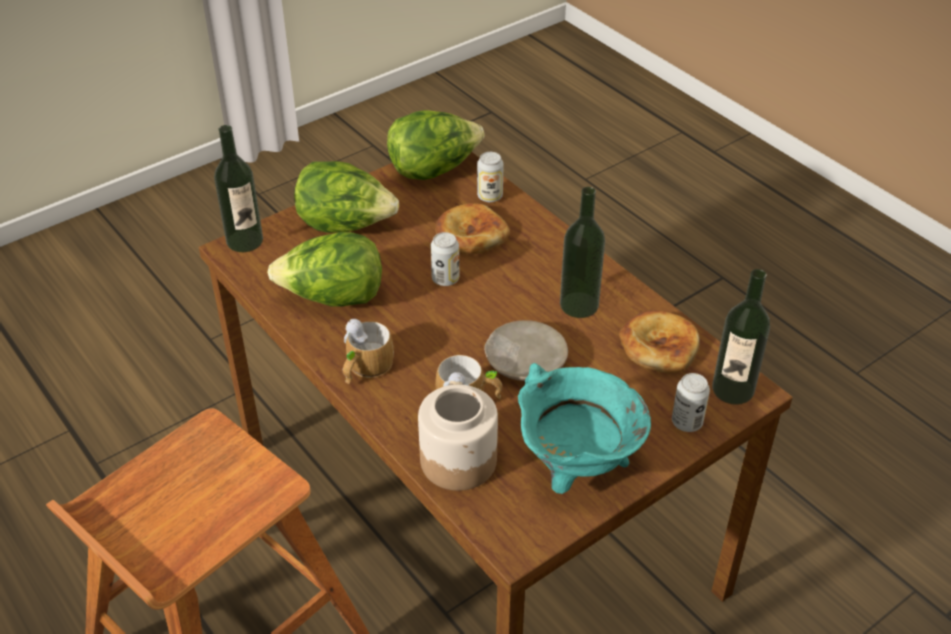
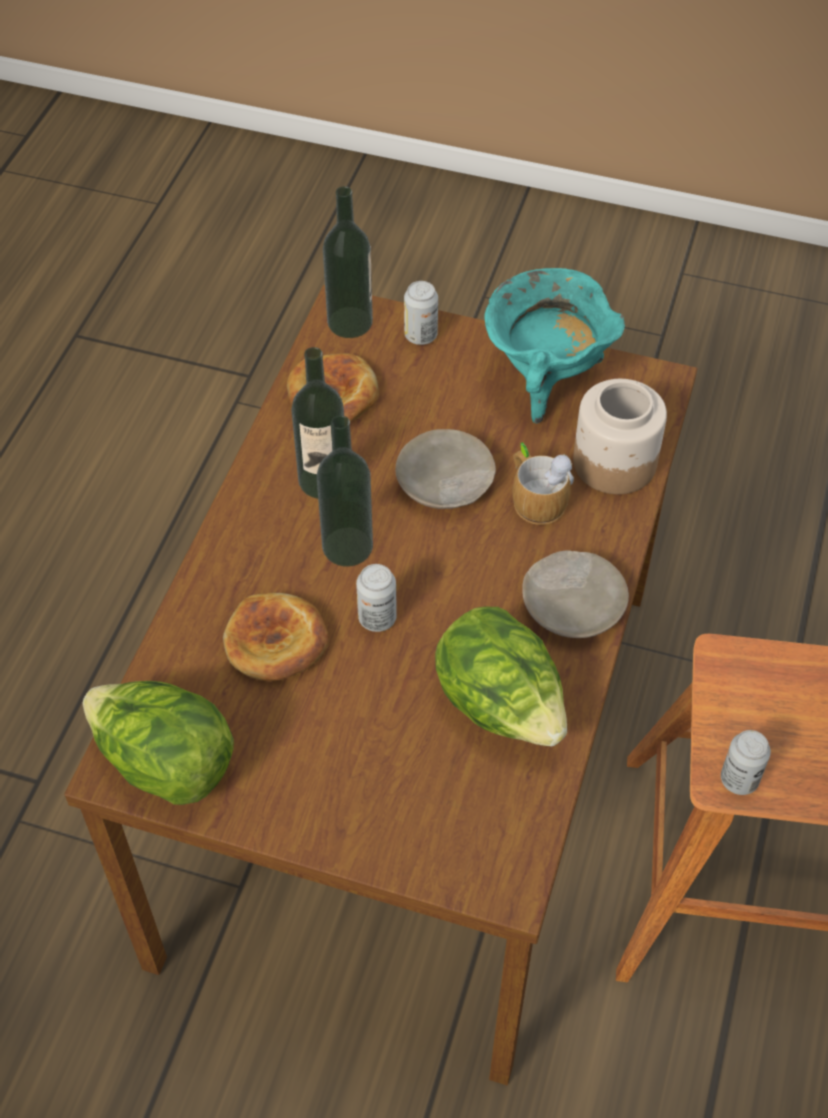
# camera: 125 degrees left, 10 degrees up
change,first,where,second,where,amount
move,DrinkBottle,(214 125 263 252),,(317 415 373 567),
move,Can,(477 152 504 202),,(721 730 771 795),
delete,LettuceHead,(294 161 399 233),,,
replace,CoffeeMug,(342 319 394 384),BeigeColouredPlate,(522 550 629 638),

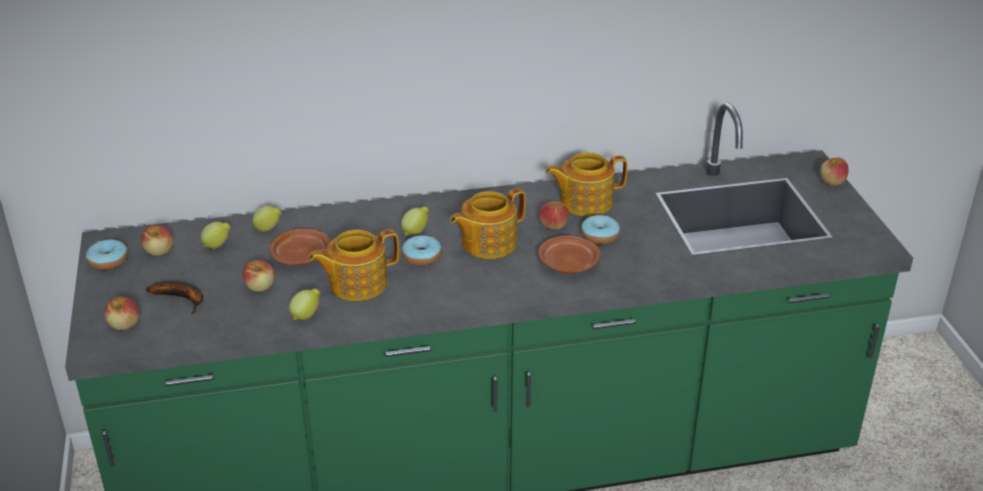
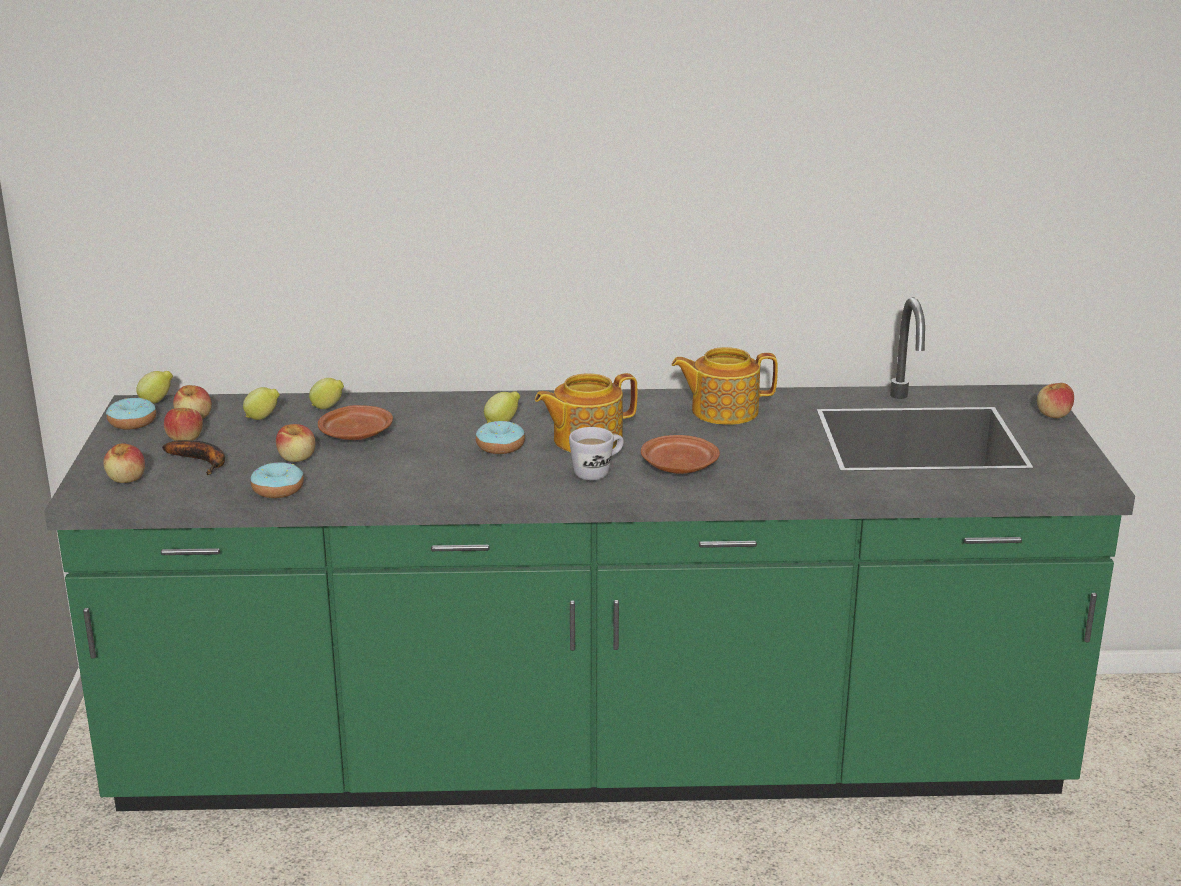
# camera: 10 degrees right, 10 degrees down
change,first,where,second,where,amount
move,AppleFruit,(539 202 569 230),,(164 408 203 441),
move,RingDoughnut,(581 215 620 244),,(251 462 304 498),
delete,Teapot,(309 229 399 301),,,
move,CitrusFruit,(289 289 321 320),,(136 371 173 404),
insert,,,WhitishCoffeeMug,(569 427 624 480),

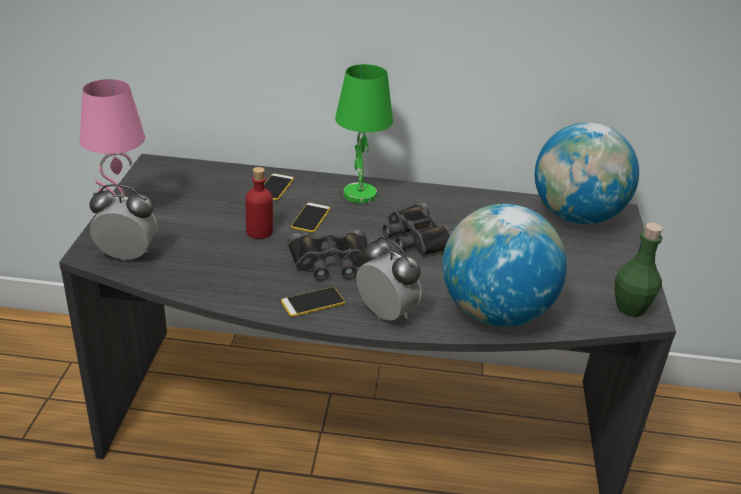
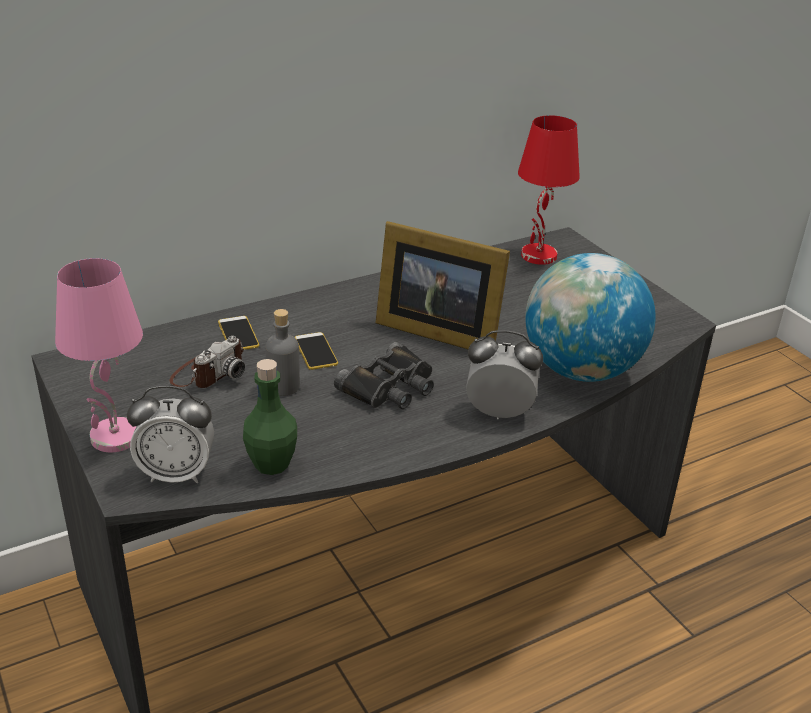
# camera: 35 degrees left, 0 degrees up
change,first,where,second,where,amount
delete,GreenTableLamp,(335 64 393 203),,,
replace,WorldGlobe,(535 122 639 225),RedColouredTableLamp,(518 115 580 265),
recolor,RedColouredDrinkBottle,(245 167 273 239),GreyishDrinkBottle,(265 309 300 396),
rotate,BedsideClock,(89 184 157 261),,(127 385 214 483),150 degrees counterclockwise
replace,BlackColouredPairOfBinoculars,(382 202 453 255),PictureFrame,(376 221 510 349),
move,GreenDrinkBottle,(615 223 663 317),,(243 359 297 475),
delete,Telephone,(281 287 345 317),,,
insert,,,PhotoCamera,(169 336 245 388),

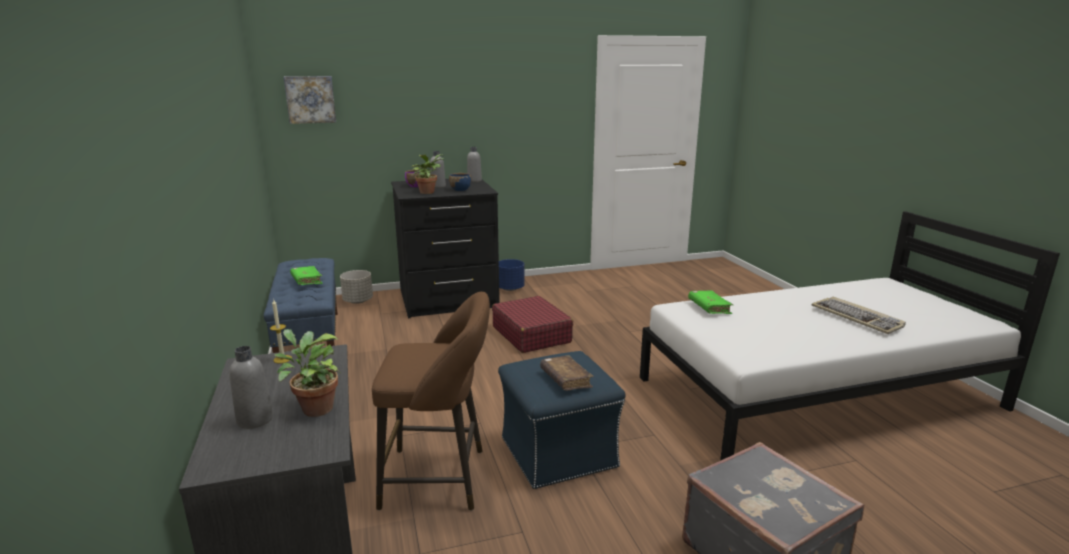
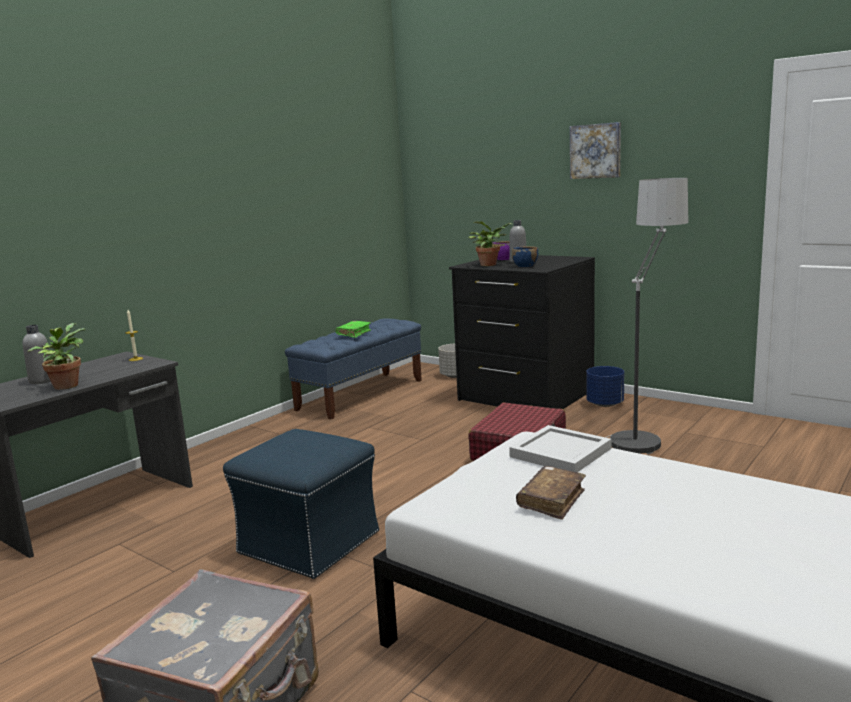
# camera: 55 degrees right, 5 degrees down
change,first,where,second,where,amount
move,WallPicture,(284 76 336 124),,(570 122 621 179),
delete,GreyishDrinkBottle,(467 147 482 182),,,
replace,GreenBook,(688 290 733 314),WhitishTray,(509 425 612 472),
delete,BrownishStoolSeat,(372 292 490 511),,,
delete,Keyboard,(812 297 906 334),,,
move,BrownishBook,(540 355 594 391),,(516 466 586 520),
insert,,,FloorLamp,(605 178 688 454),

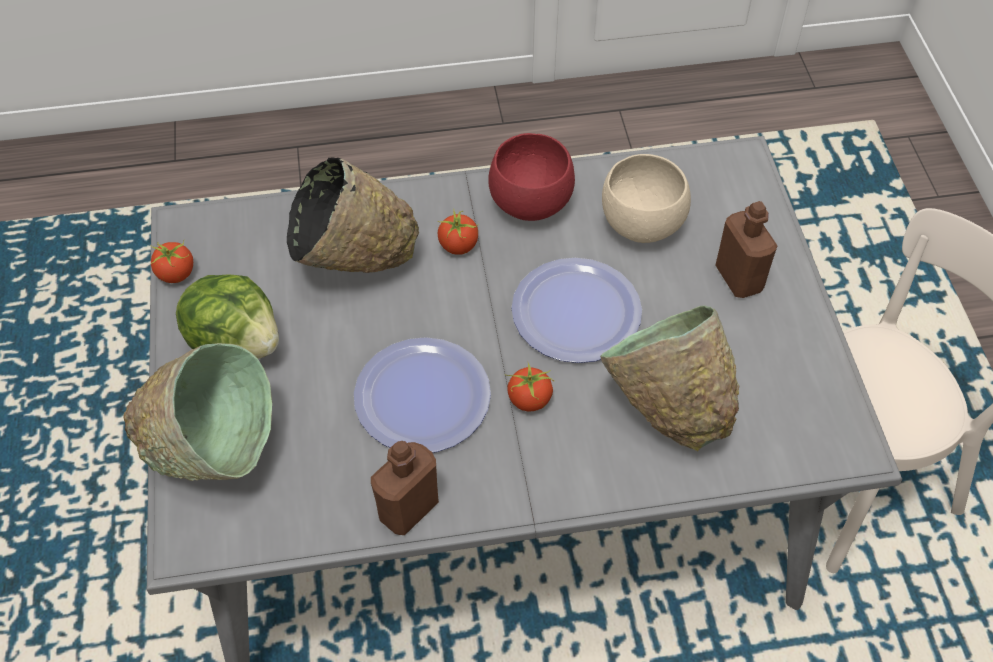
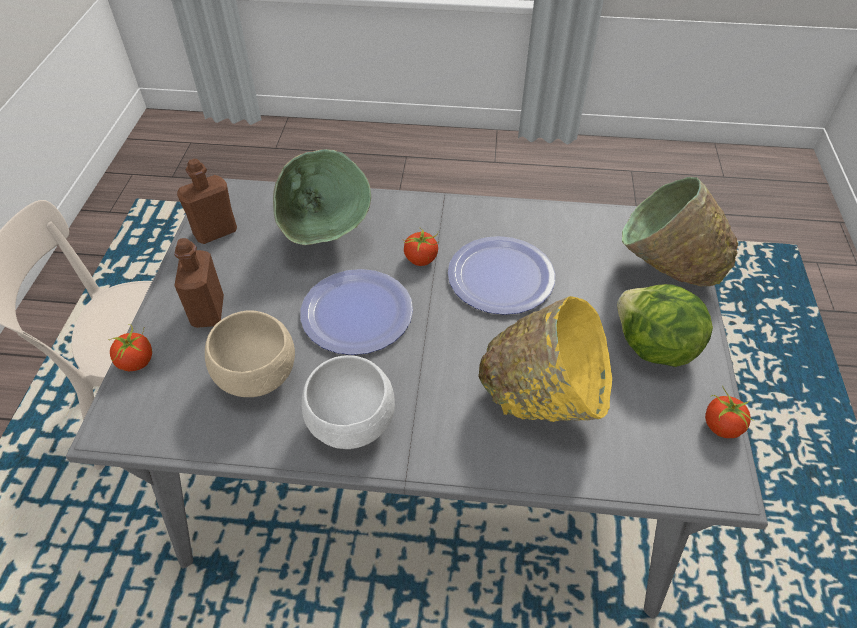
# camera: 165 degrees left, 5 degrees down
change,first,where,second,where,amount
recolor,RedColouredServingBowl,(488 133 575 221),WhitishServingBowl,(301 355 395 449),
recolor,BlackColouredServingBowl,(287 157 419 273),YellowServingBowl,(478 296 612 422),
move,FreshTomato,(438 208 479 255),,(110 324 152 371),
move,BrownishDrinkBottle,(371 441 439 535),,(177 159 237 244),

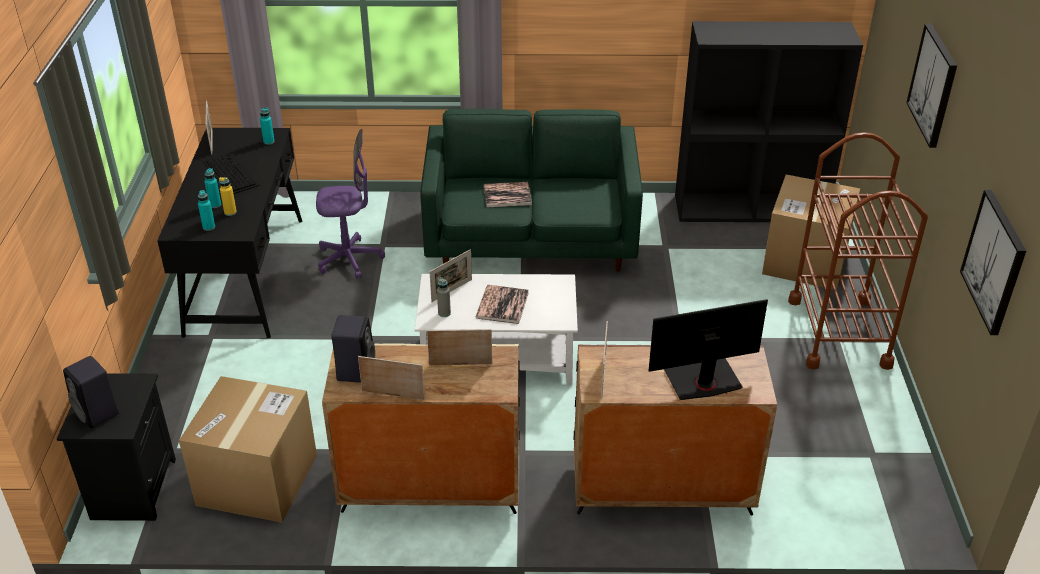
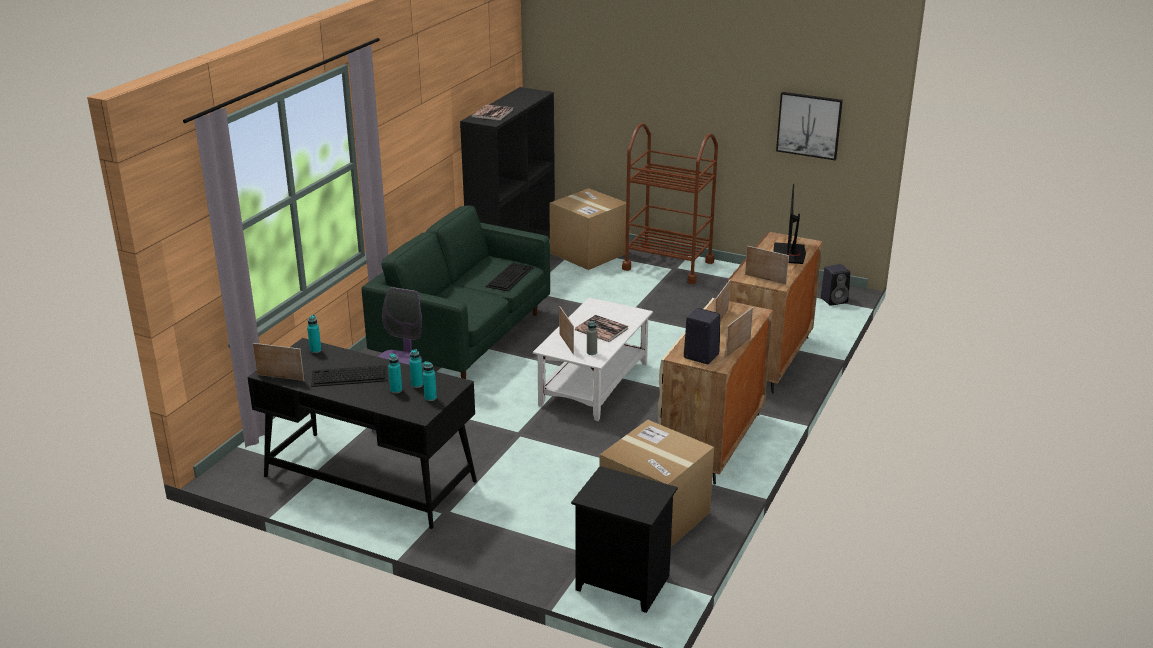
# camera: 65 degrees left, 10 degrees down
change,first,where,second,where,amount
delete,WallPicture,(906 24 957 148),,,
recolor,YellowDrinkBottle,(219 177 237 216),TurquoiseDrinkBottle,(409 349 423 388),
move,Book,(484 182 532 207),,(471 104 513 121),
move,BlackColouredSpeaker,(63 356 119 429),,(821 264 850 306),
insert,,,Keyboard,(485 263 534 291),

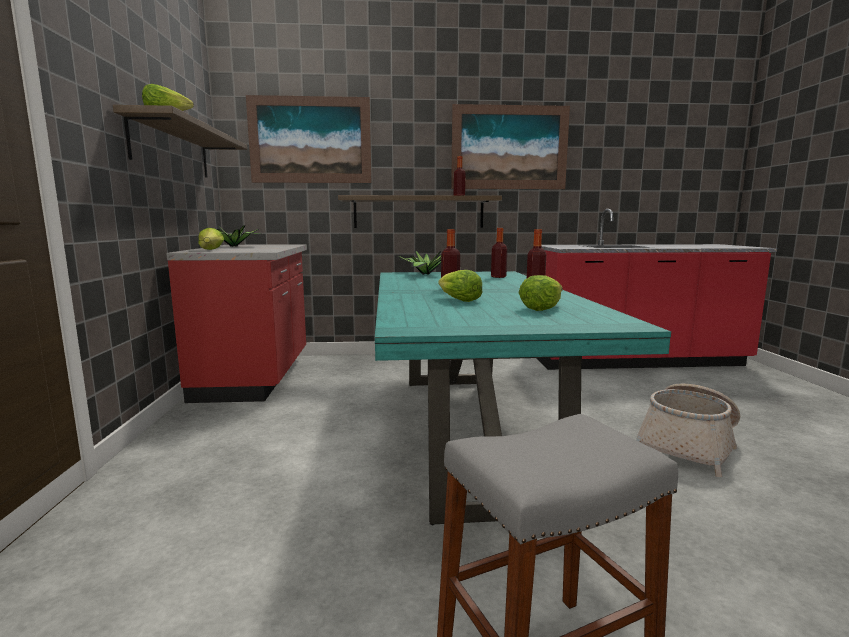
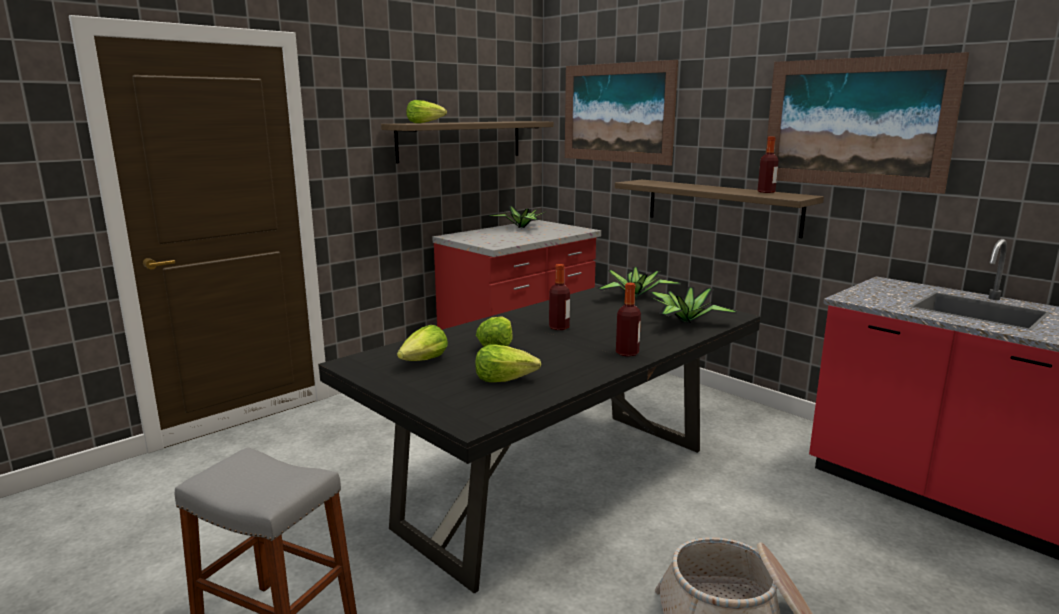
# camera: 50 degrees right, 5 degrees up
change,first,where,second,where,amount
move,LettuceHead,(198 228 224 250),,(397 325 448 361),
replace,DrinkBottle,(491 228 507 278),Houseplant,(649 287 737 323),
recolor,TurquoiseDiningTable,(375 271 671 525),BlackColouredDiningTable,(318 284 761 593),

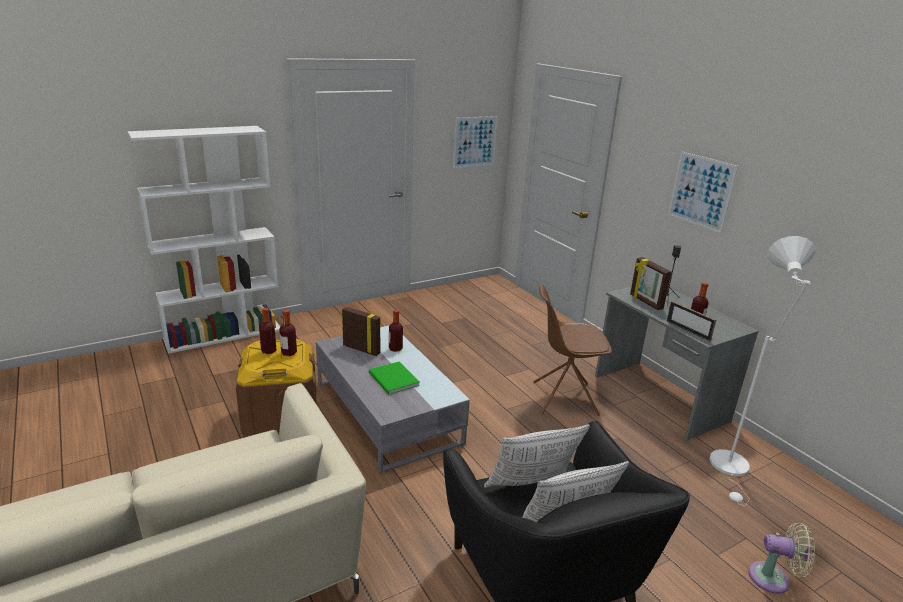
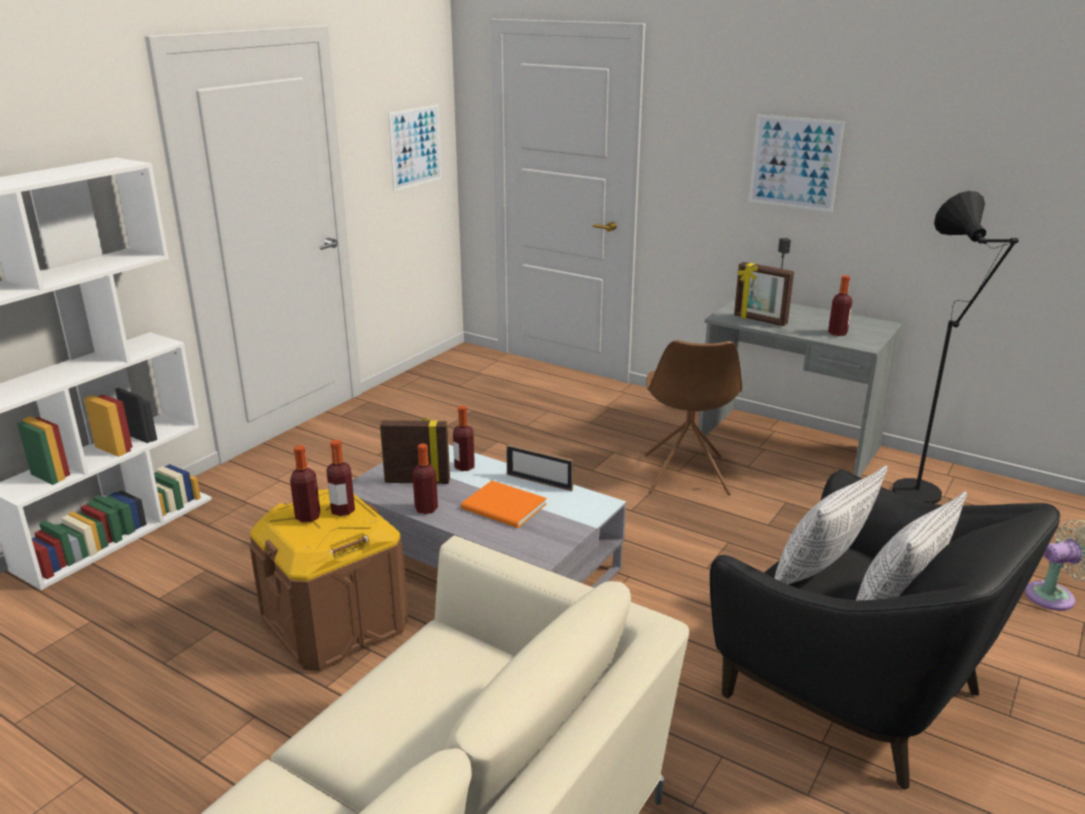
# camera: 25 degrees left, 0 degrees up
change,first,where,second,where,amount
recolor,WhitishFloorLamp,(709 236 816 506),BlackColouredFloorLamp,(892 191 1019 504),
rotate,BrownishChair,(533 284 612 416),,(645 340 742 496),60 degrees counterclockwise
move,PictureFrame,(666 301 716 342),,(506 444 574 491),
recolor,GreenBook,(369 361 420 395),OrangeColouredBook,(461 481 547 528),
insert,,,DrinkBottle,(412 443 438 514),

